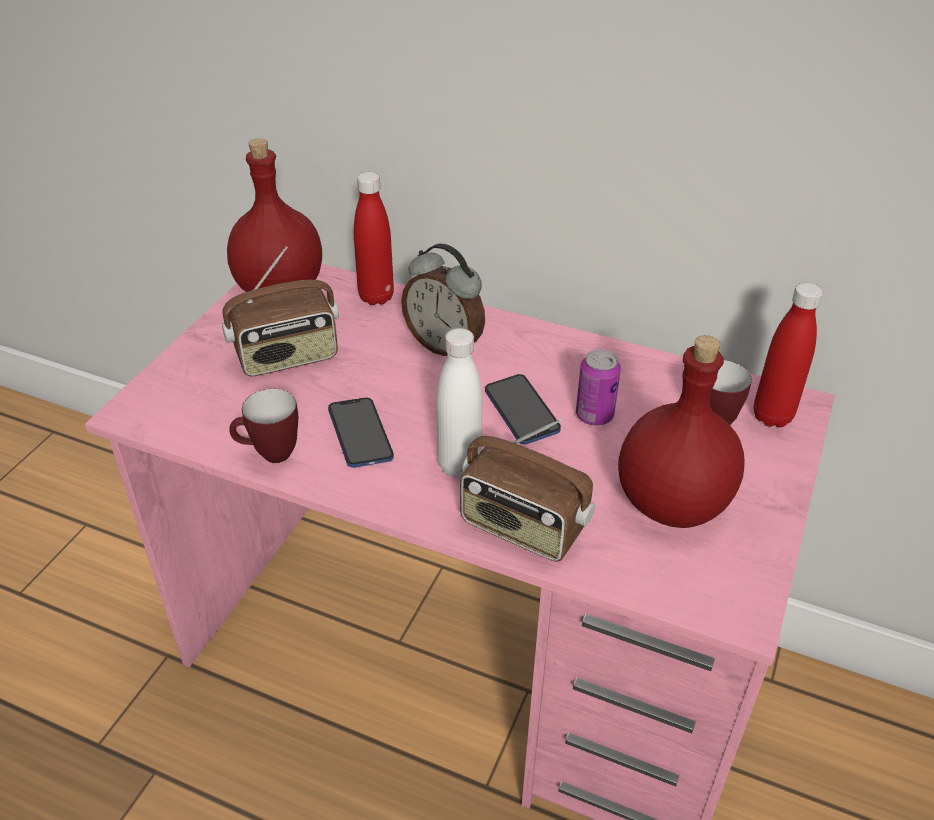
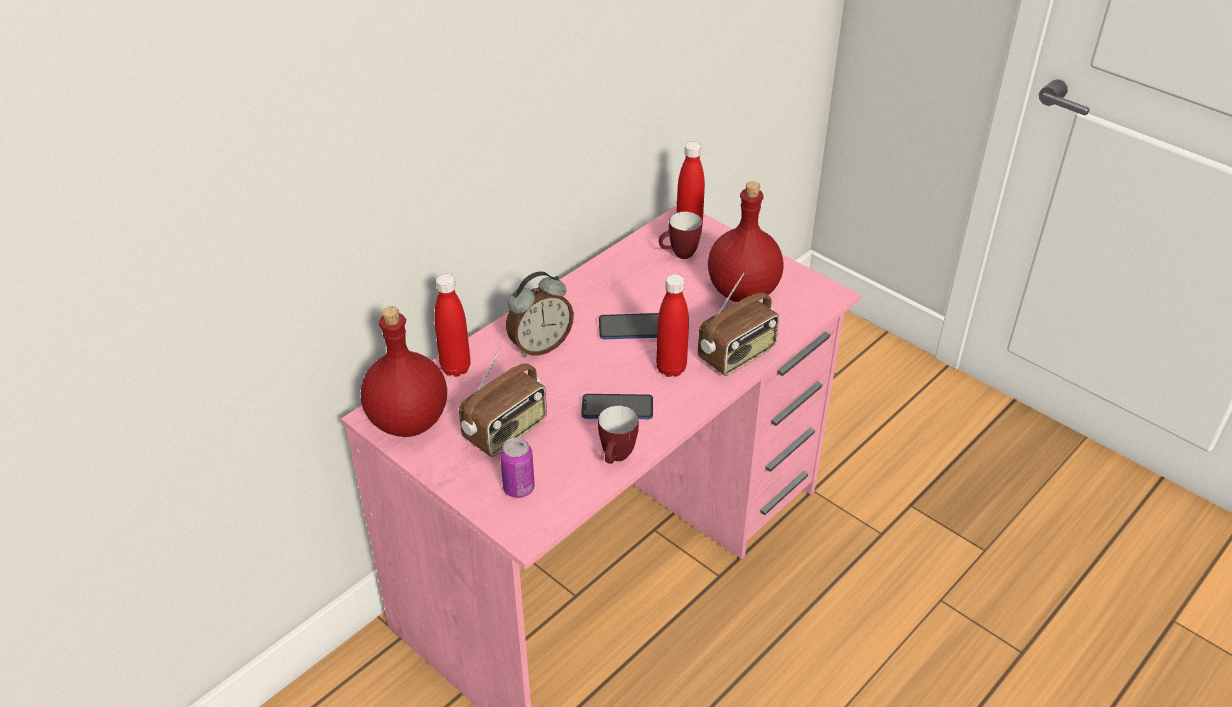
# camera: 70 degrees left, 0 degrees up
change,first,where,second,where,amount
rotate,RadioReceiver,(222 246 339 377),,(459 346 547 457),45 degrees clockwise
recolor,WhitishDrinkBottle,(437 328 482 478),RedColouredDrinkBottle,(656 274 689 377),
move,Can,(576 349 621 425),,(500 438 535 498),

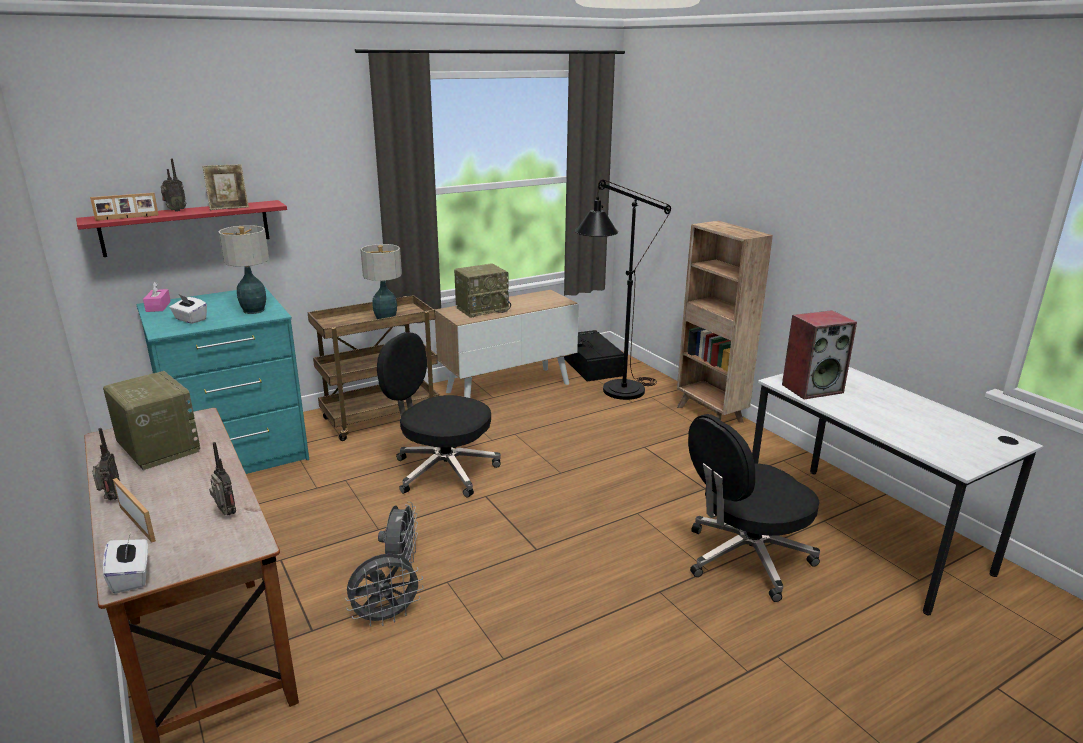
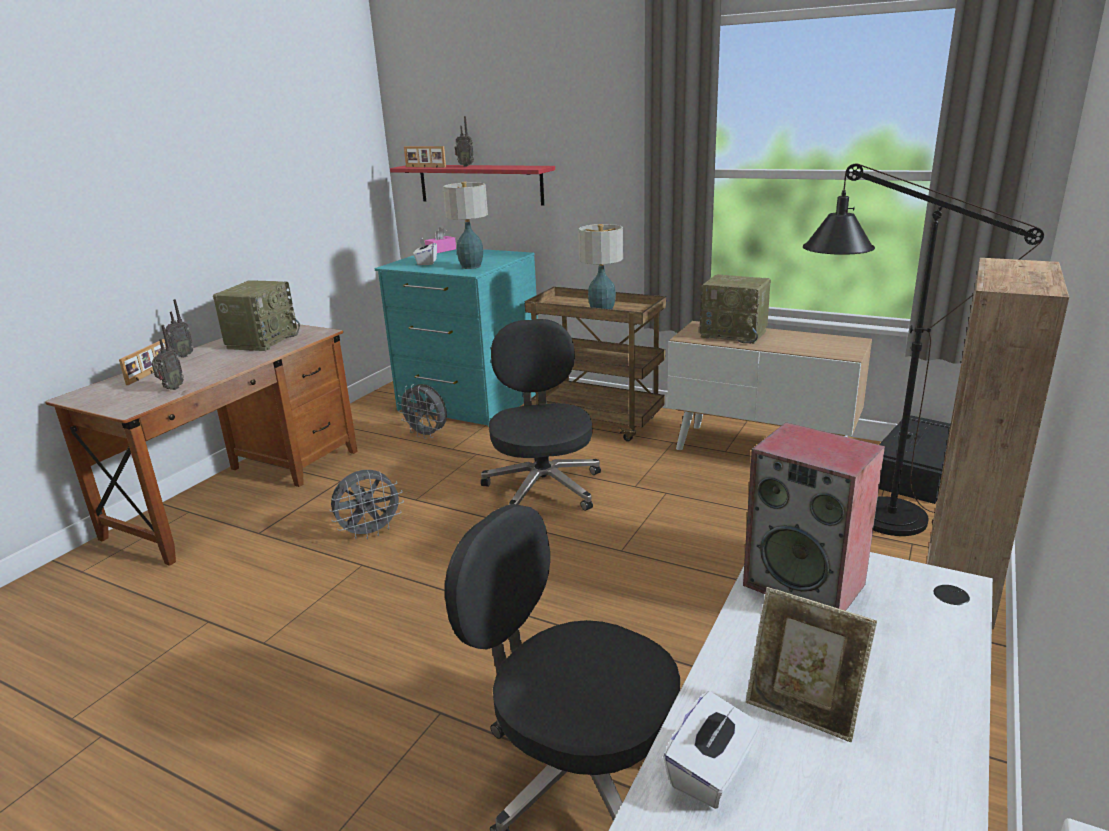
# camera: 60 degrees right, 0 degrees up
change,first,where,second,where,amount
move,PictureFrame,(202 164 249 210),,(746 587 877 742),
move,WhitishTissueHolder,(103 533 148 594),,(663 691 760 809),
move,GreyishElectricFan,(345 554 424 627),,(397 384 447 439),

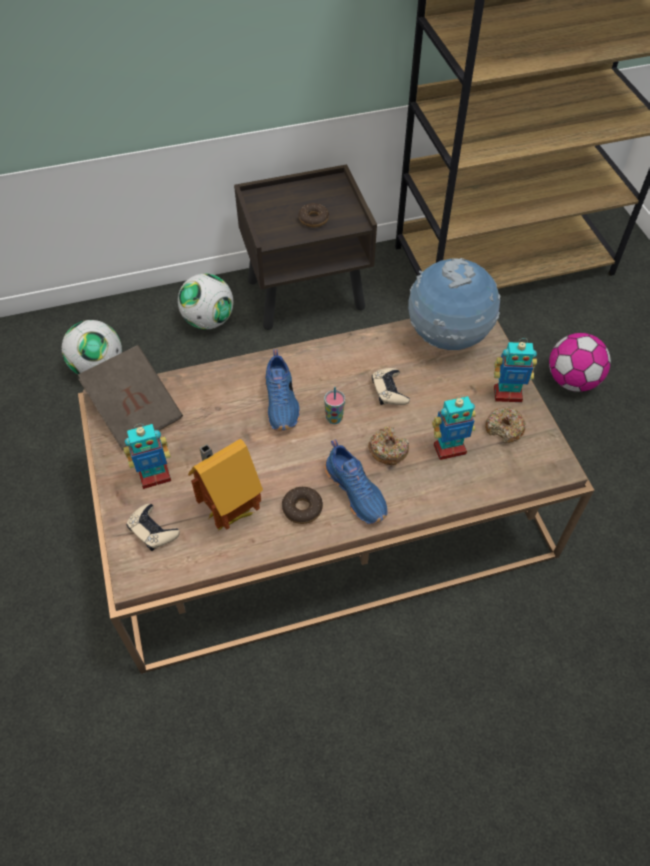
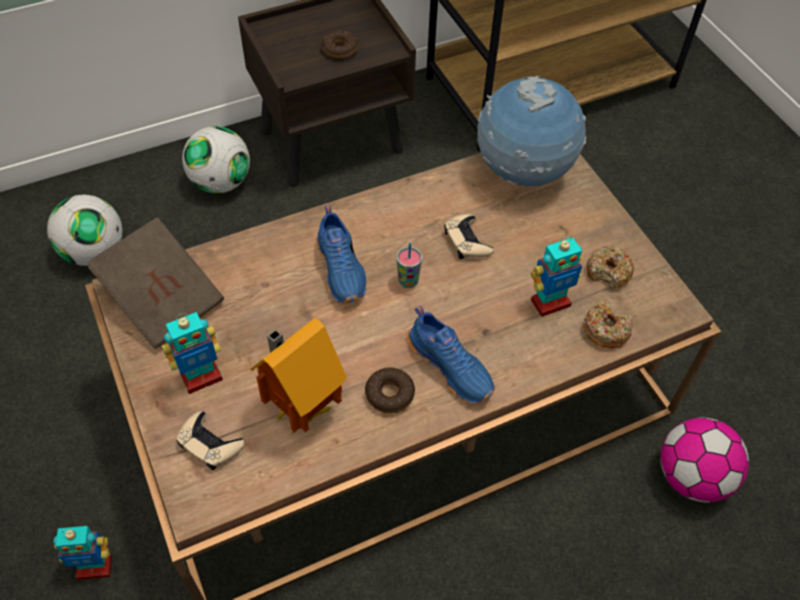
# camera: 10 degrees left, 0 degrees up
change,first,where,second,where,amount
move,Football,(549 333 611 392),,(660 417 749 502),
move,RobotFigure,(494 338 537 402),,(53 526 112 580),
move,RingDoughnut,(368 426 409 465),,(583 302 633 348),

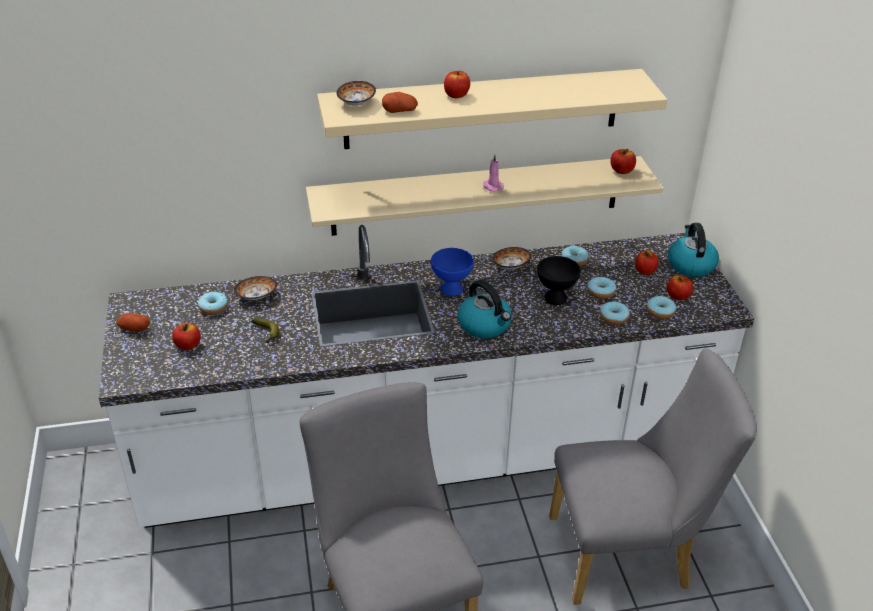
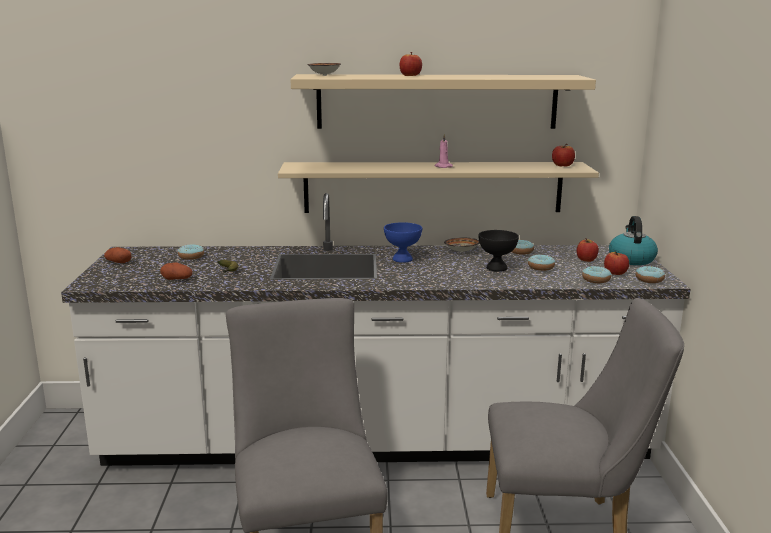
# camera: 10 degrees right, 20 degrees down
change,first,where,second,where,amount
move,Spud,(382 92 418 113),,(160 262 193 280),
delete,ServingBowl,(234 276 277 300),,,
delete,WaterKettle,(458 280 512 338),,,
move,RingDoughnut,(600 301 630 325),,(635 266 665 283),
delete,AppleFruit,(172 323 201 350),,,

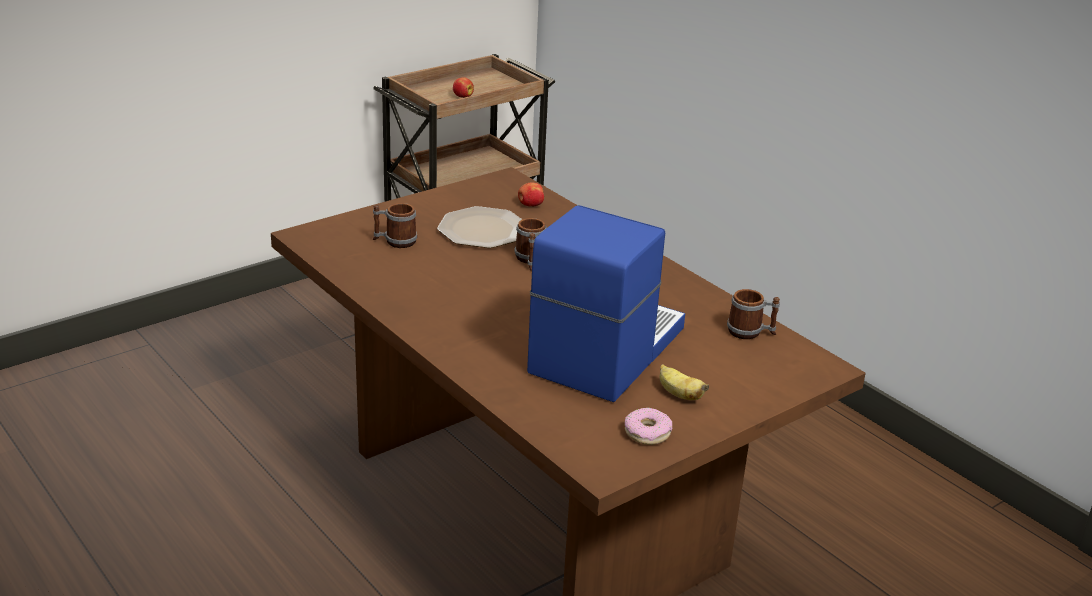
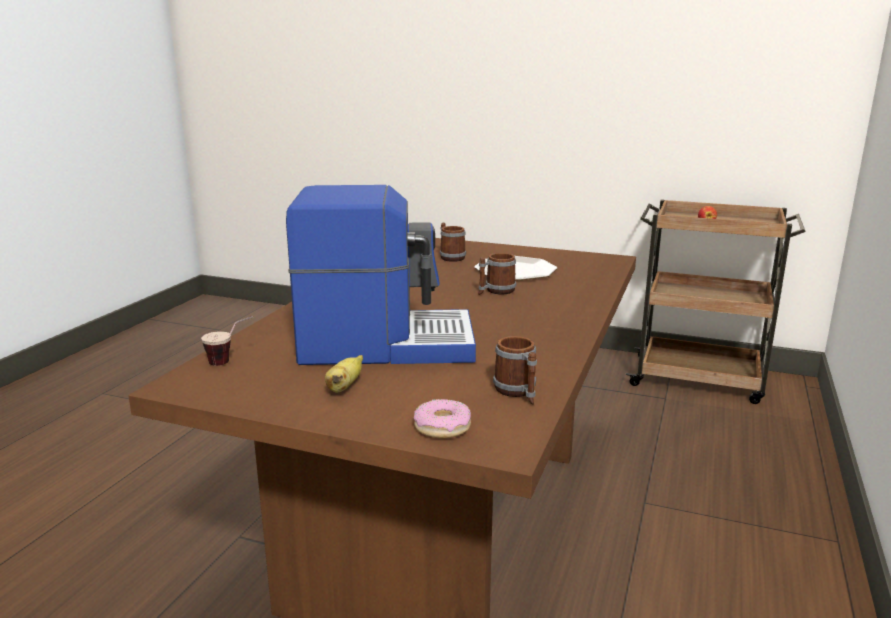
# camera: 60 degrees right, 10 degrees down
change,first,where,second,where,amount
delete,AppleFruit,(518 183 544 207),,,
move,RingDoughnut,(625 408 672 445),,(414 399 471 438),
insert,,,Cup,(201 316 253 366),

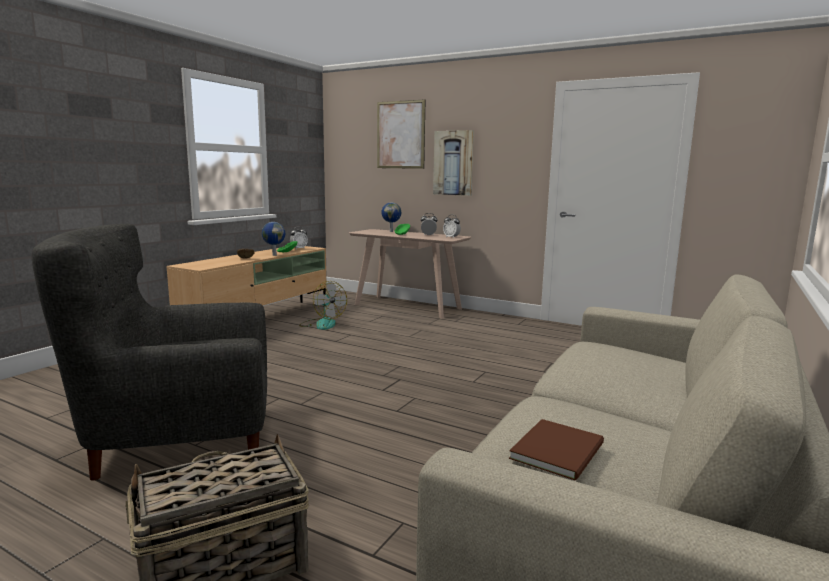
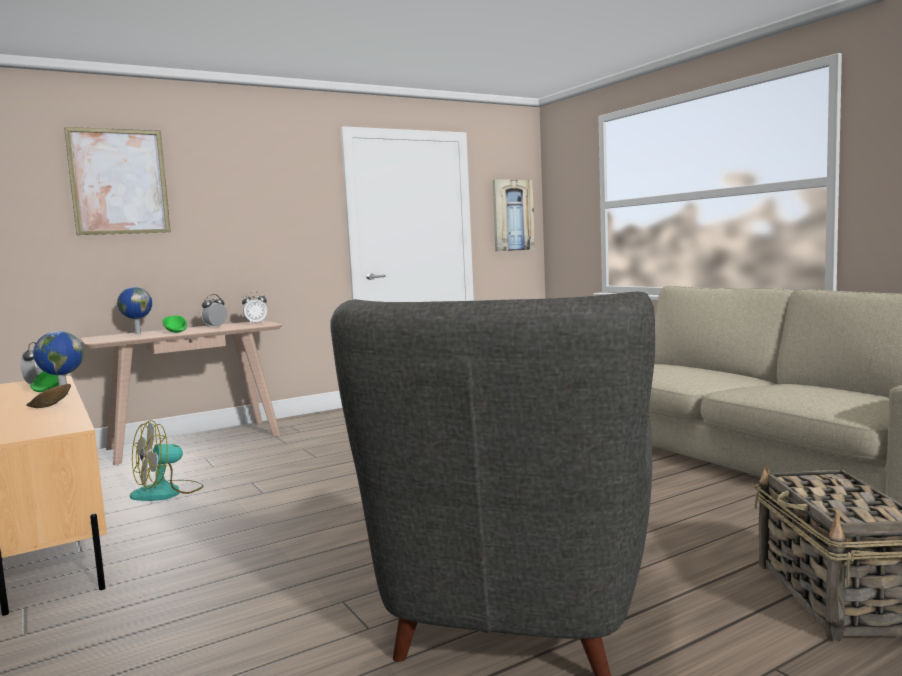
# camera: 60 degrees left, 5 degrees down
change,first,where,second,where,amount
move,WallPicture,(433 130 474 196),,(492 179 535 252),
rotate,ElectricFan,(299 281 347 330),,(130 420 204 501),150 degrees clockwise
delete,BrownishBook,(509 419 604 480),,,

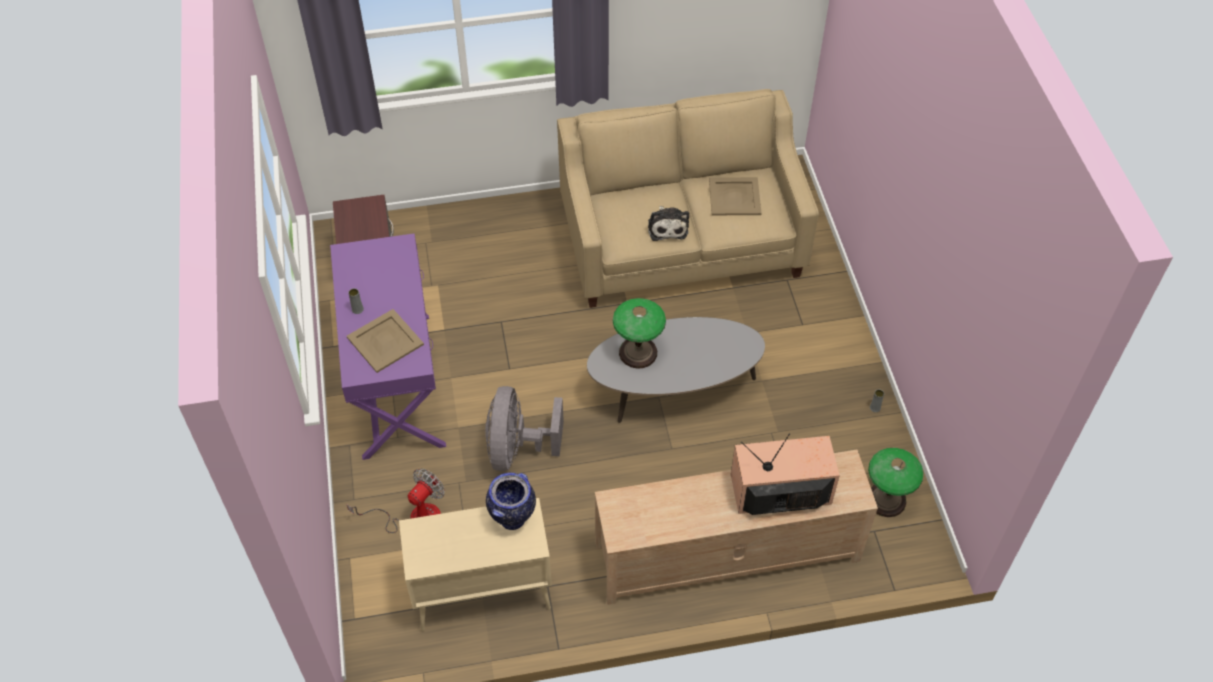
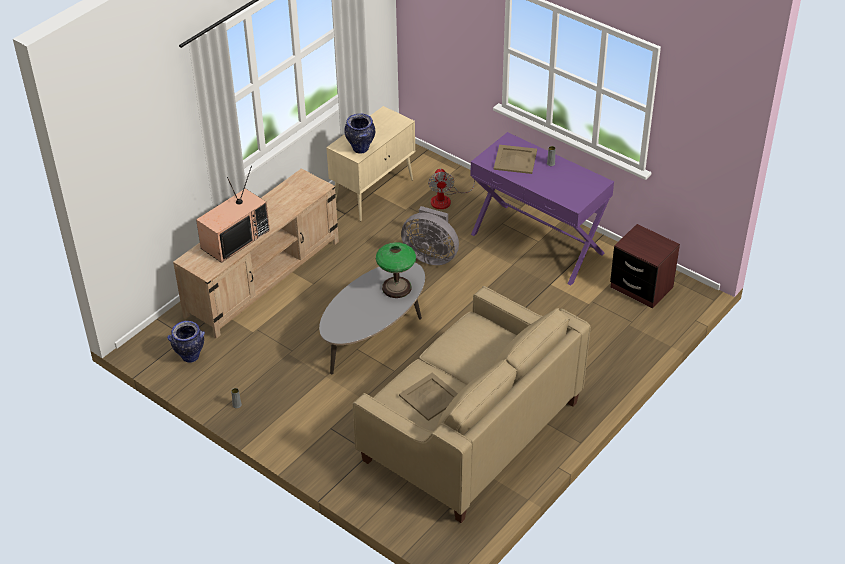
# camera: 140 degrees right, 10 degrees down
change,first,where,second,where,amount
delete,PlushToy,(648 206 689 241),,,
rotate,GreyishElectricFan,(485 386 564 471),,(401 206 459 265),150 degrees clockwise
replace,TableLamp,(868 448 924 517),Vase,(167 321 205 363),

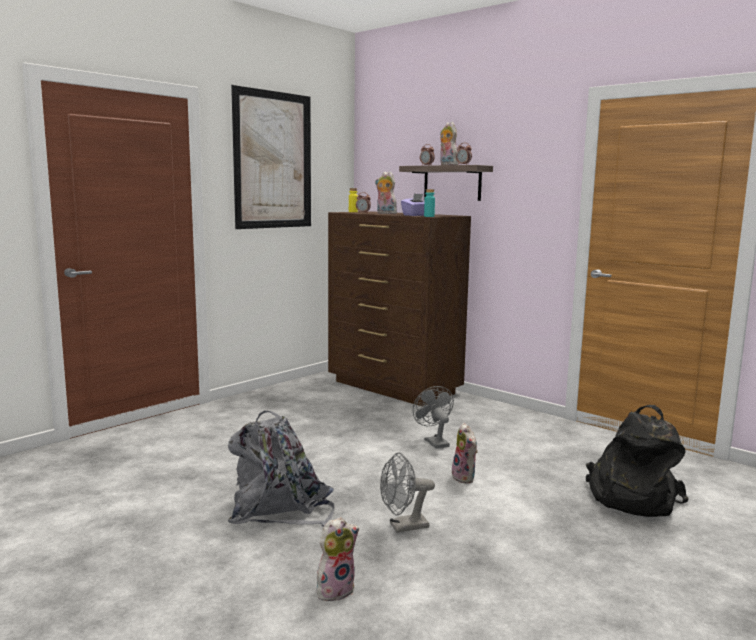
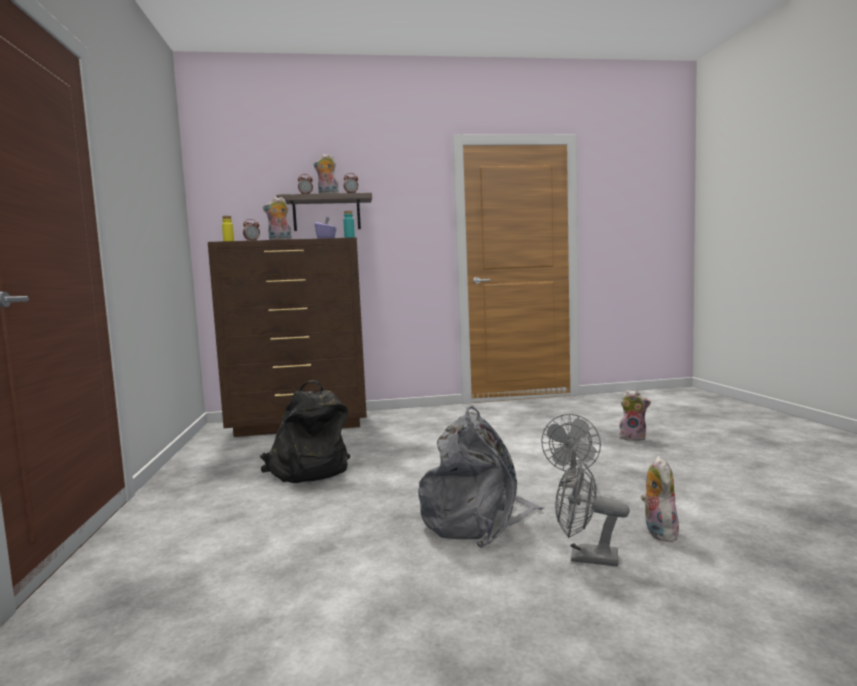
# camera: 50 degrees left, 5 degrees down
change,first,where,second,where,amount
delete,WallPicture,(231 85 311 229),,,
move,GreyishElectricFan,(413 386 454 449),,(555 460 630 567),
move,BlackColouredRucksack,(586 405 688 517),,(259 380 350 483),
move,PlushToy,(451 423 478 483),,(619 390 651 441),

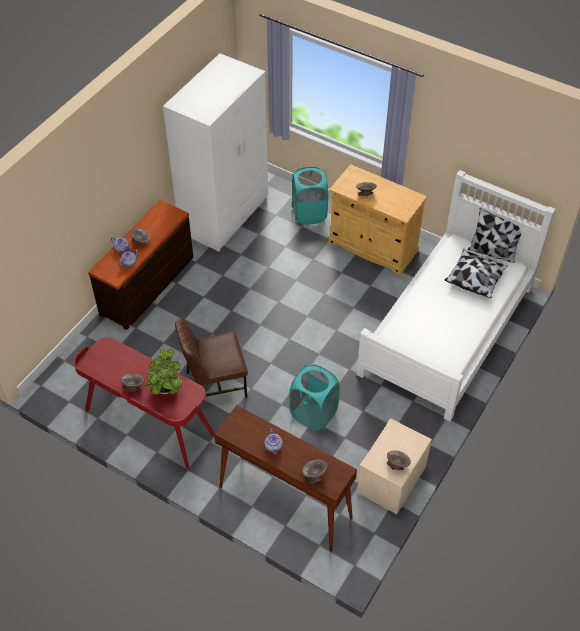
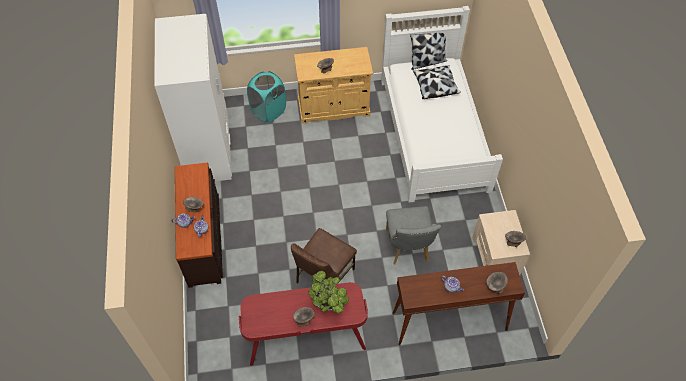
# camera: 40 degrees left, 5 degrees up
change,first,where,second,where,amount
replace,TurquoiseLaundryBasket,(289 365 340 431),GreyishChair,(386 206 441 264),

